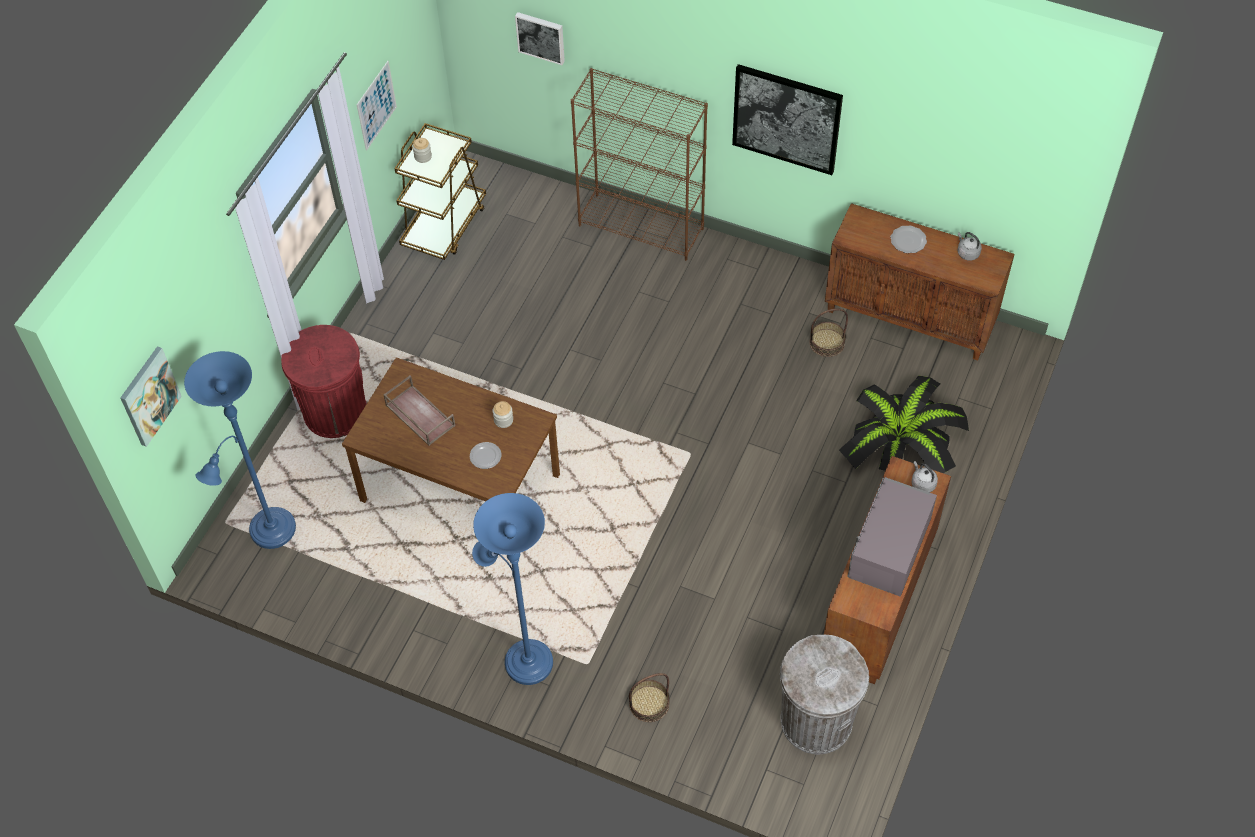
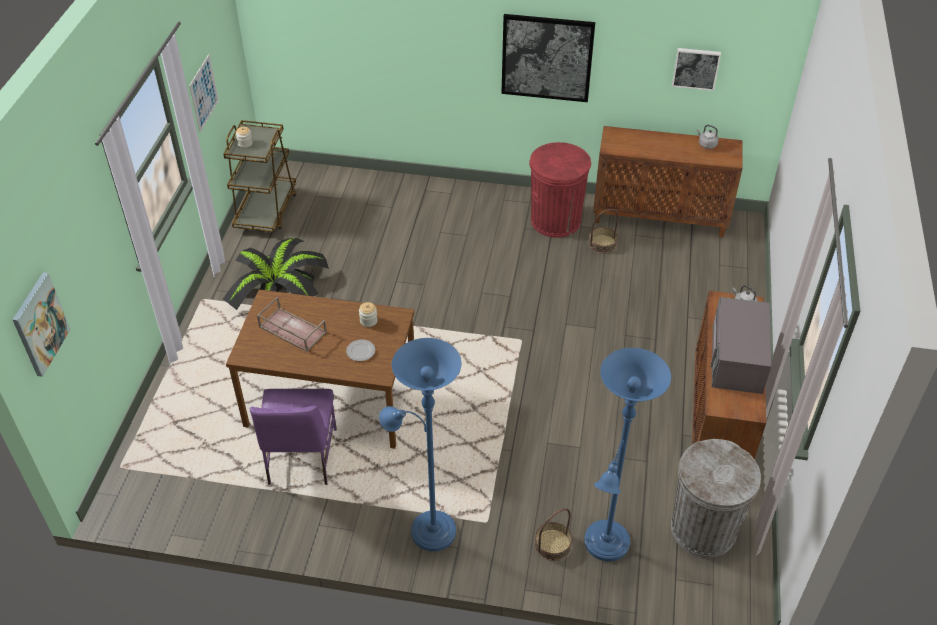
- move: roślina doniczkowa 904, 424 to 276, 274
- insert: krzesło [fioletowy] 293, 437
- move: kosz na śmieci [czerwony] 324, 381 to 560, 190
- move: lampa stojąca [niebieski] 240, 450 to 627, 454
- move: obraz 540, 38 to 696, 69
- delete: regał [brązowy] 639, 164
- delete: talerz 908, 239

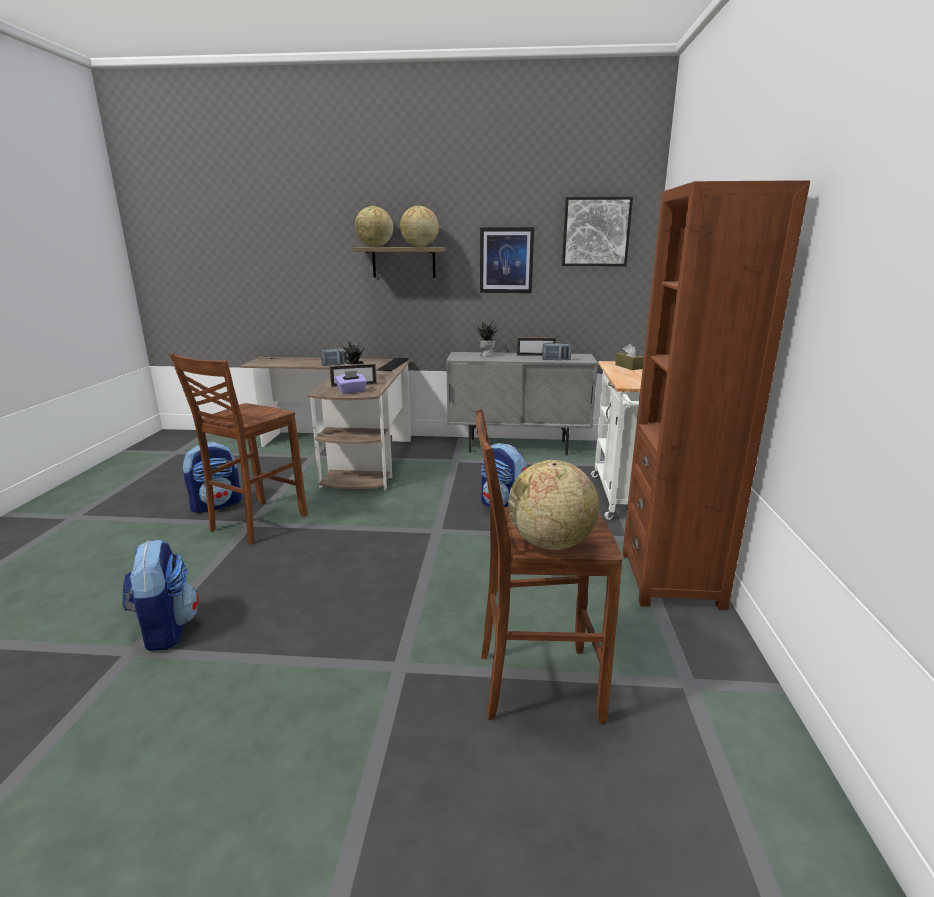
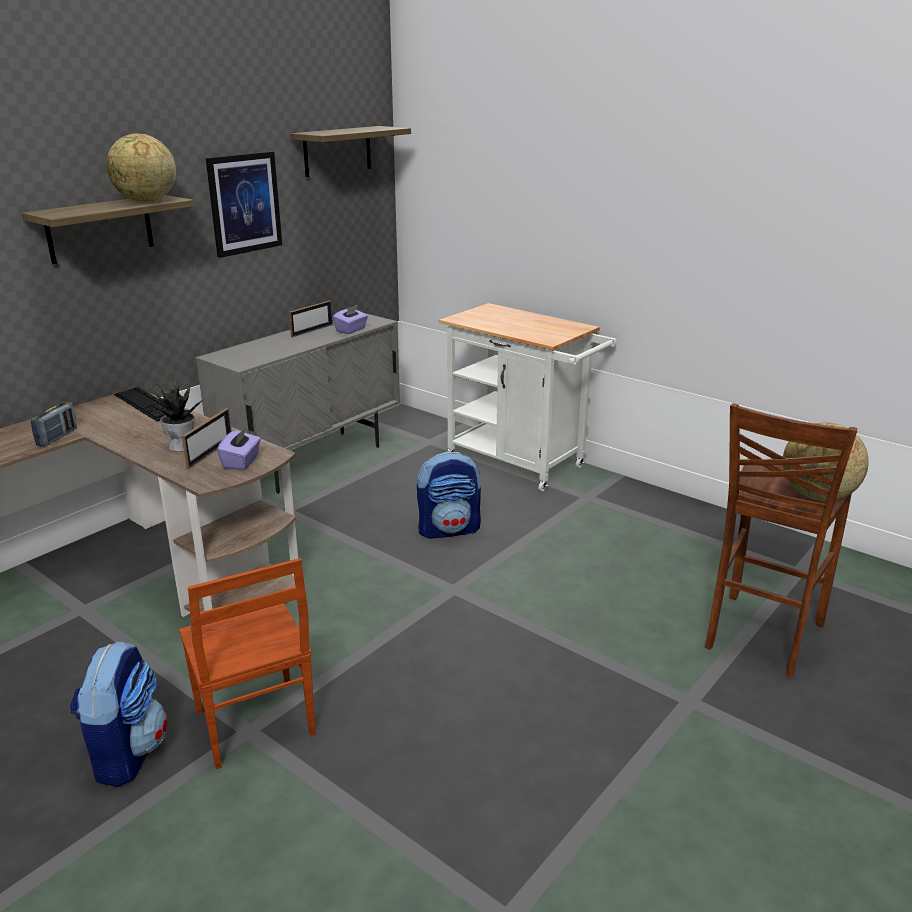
- replace: stołek [brązowy] 238, 448 to krzesło [brązowy] 247, 663
- replace: obraz 597, 231 to półka 350, 151
- replace: radio 557, 350 to pudełko chusteczek [fioletowy] 350, 319
- delete: plecak 160, 595
- delete: globus 374, 226
- delete: roślina doniczkowa 487, 338
- delete: pudełko chusteczek [brązowy] 629, 357
- delete: regał [brązowy] 716, 395

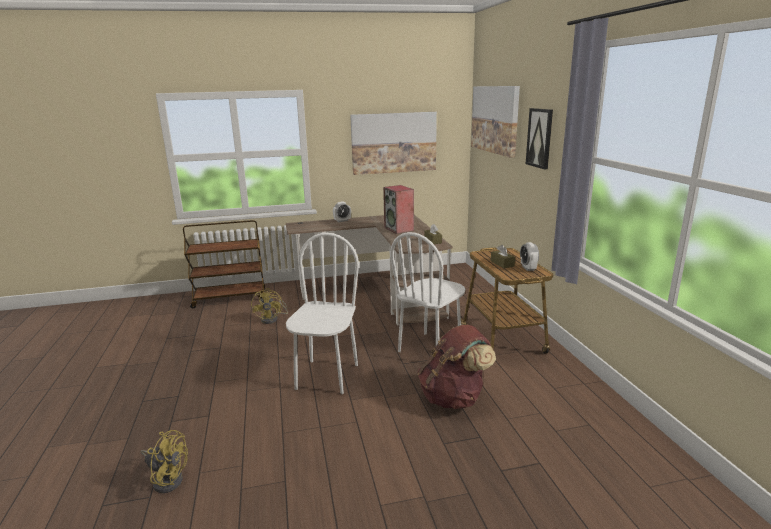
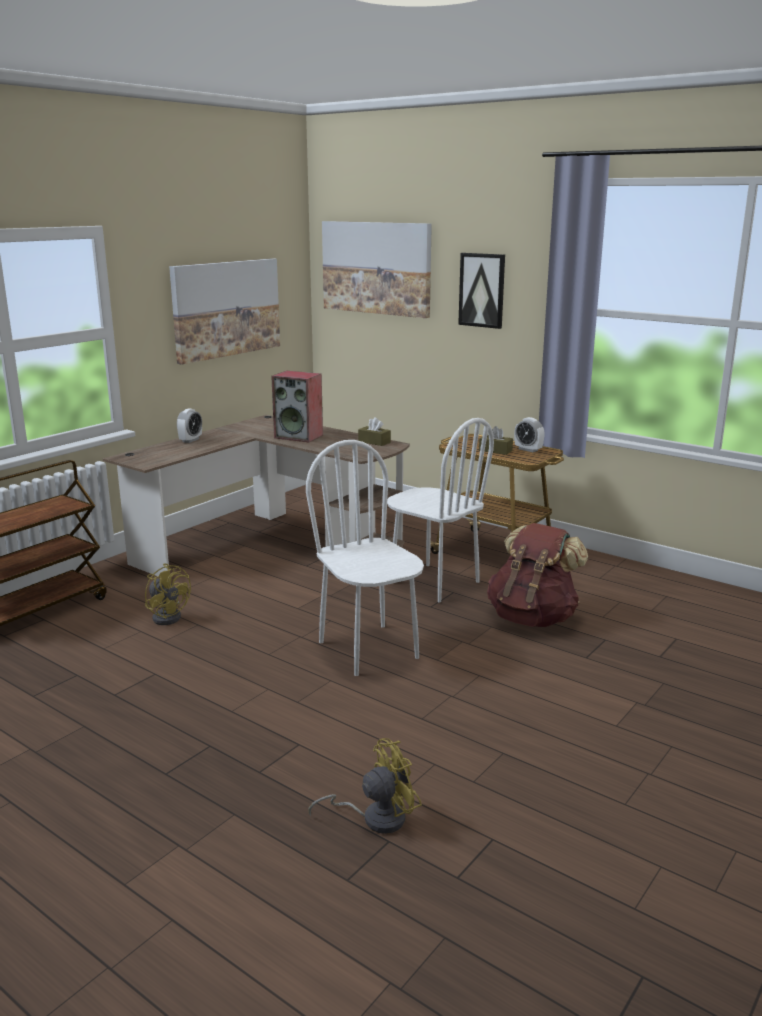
- rotate: krzesło [biały] 427, 292 = 440, 510 45 degrees counterclockwise

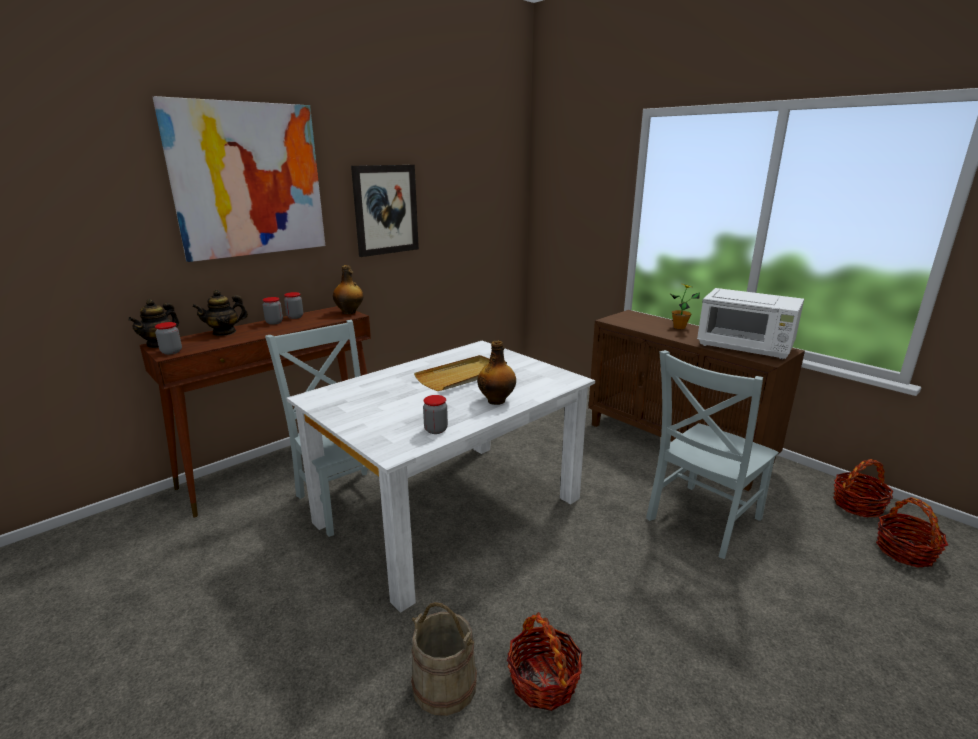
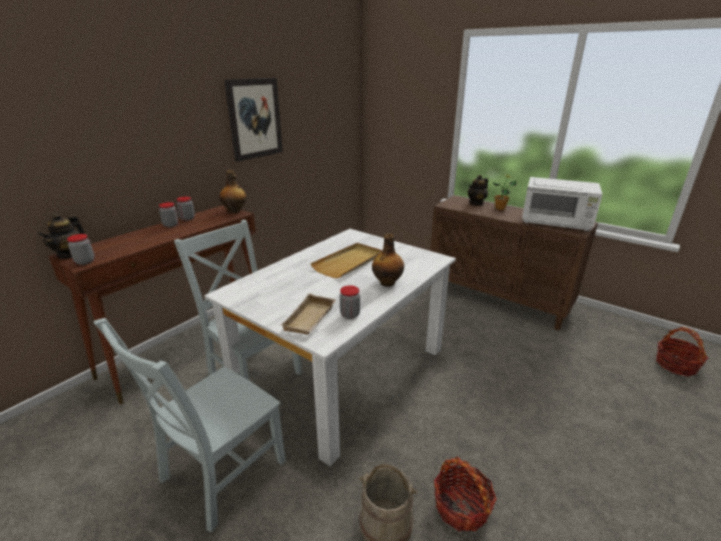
- move: krzesło [szary] 712, 454 to 190, 425
- insert: taca [beżowy] 308, 314
- move: imbryk 220, 313 to 477, 190
- delete: obraz 239, 179
- delete: koszyk 863, 488

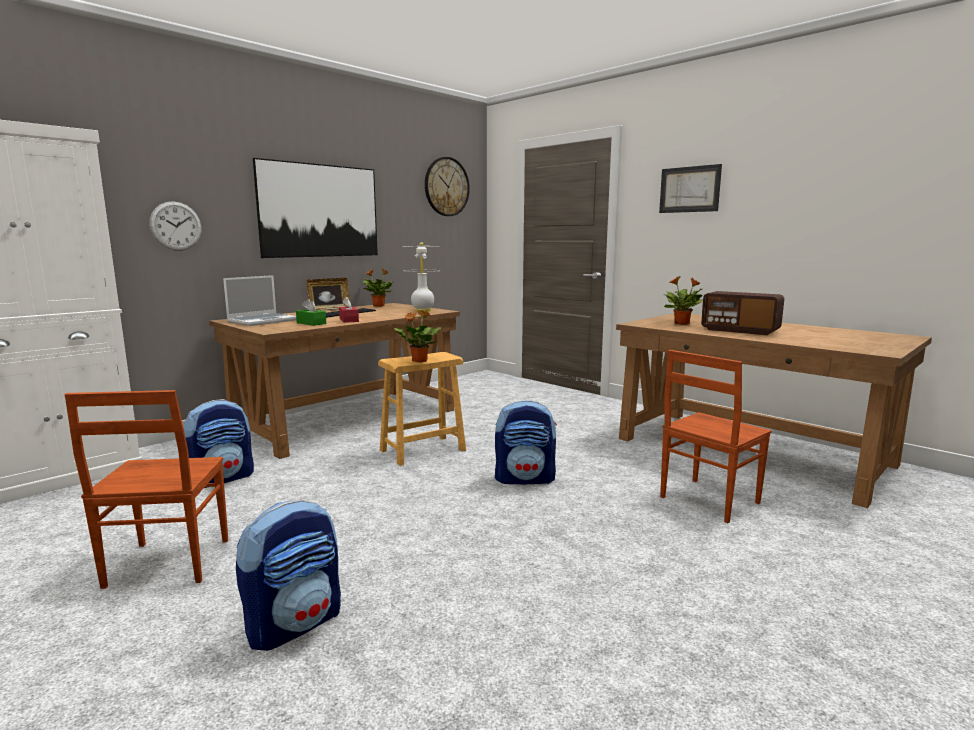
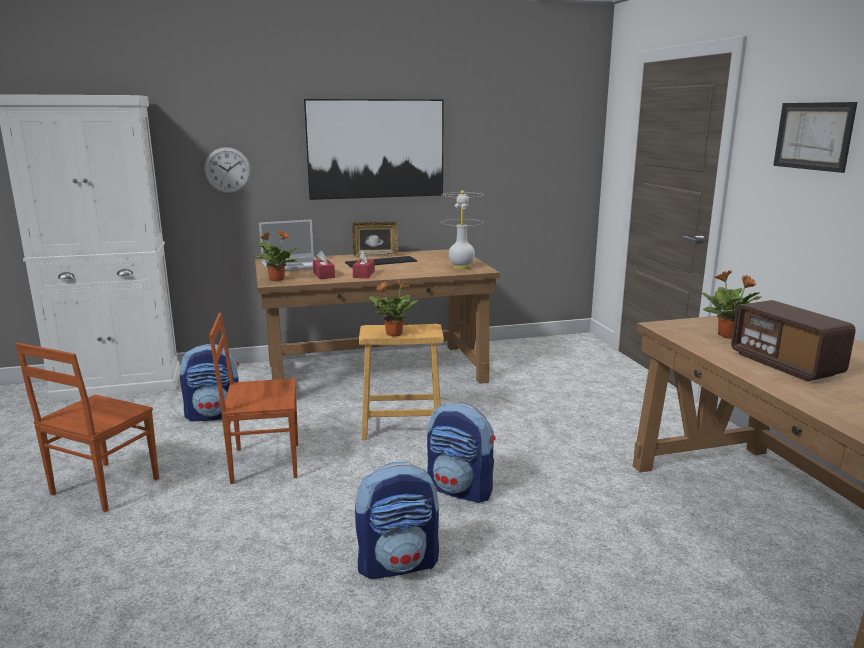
- move: krzesło [brązowy] 716, 436 to 253, 398
- move: roślina doniczkowa 378, 287 to 275, 256
- recolor: pudełko chusteczek [zielony] 311, 312 to pudełko chusteczek [czerwony] 324, 265
- move: plecak 288, 575 to 397, 520
- delete: zegar ścienny 447, 186

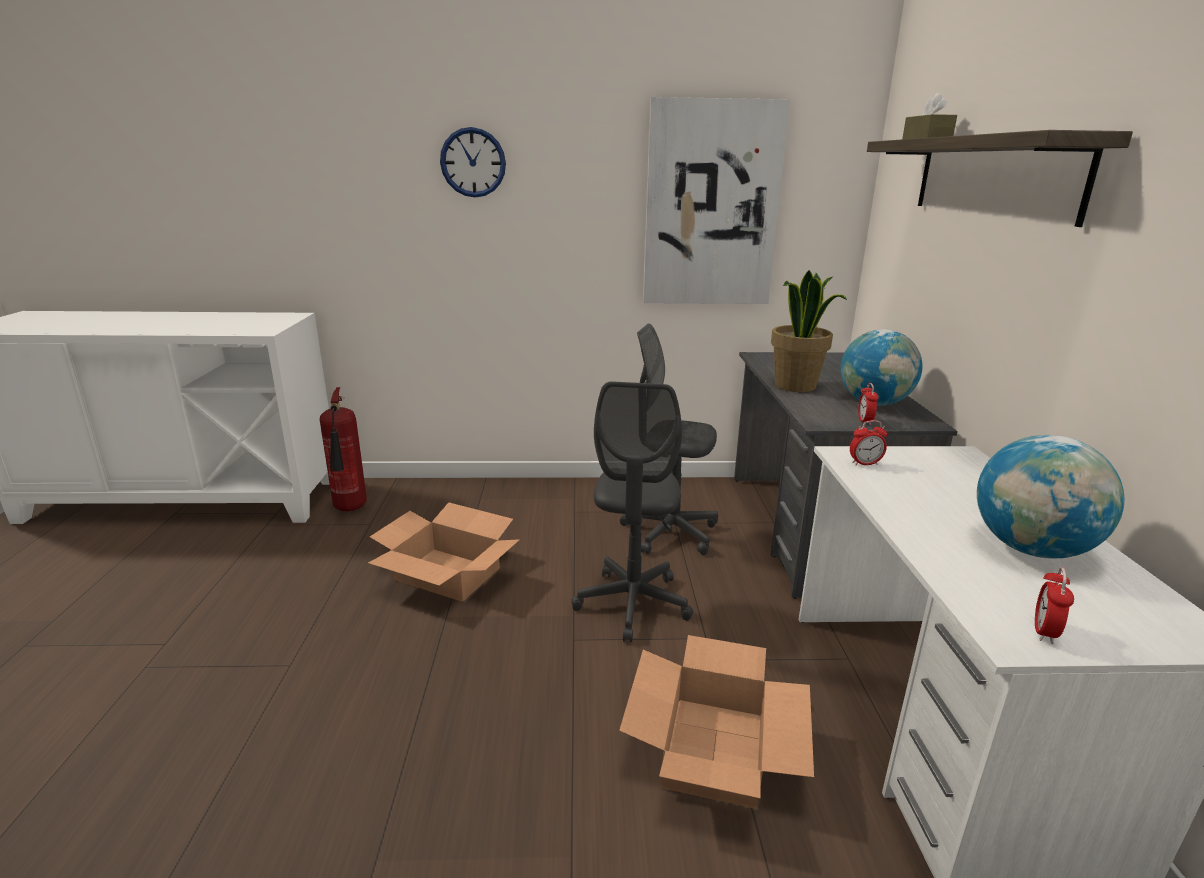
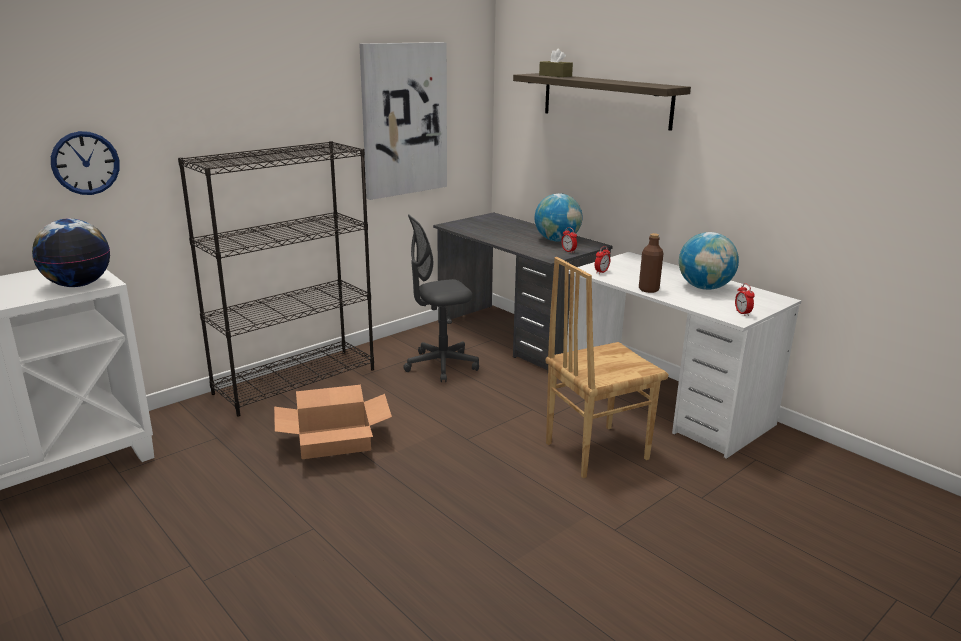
- insert: globus 71, 252
- move: zegar ścienny 473, 162 to 85, 163
- insert: regał [czarny] 276, 279
- replace: karton 716, 722 to krzesło [brązowy] 607, 367
- insert: butelka [brązowy] 651, 263
- delete: gaśnica 343, 449
- delete: krzesło biurowe [szary] 632, 512
- delete: roślina doniczkowa 809, 331

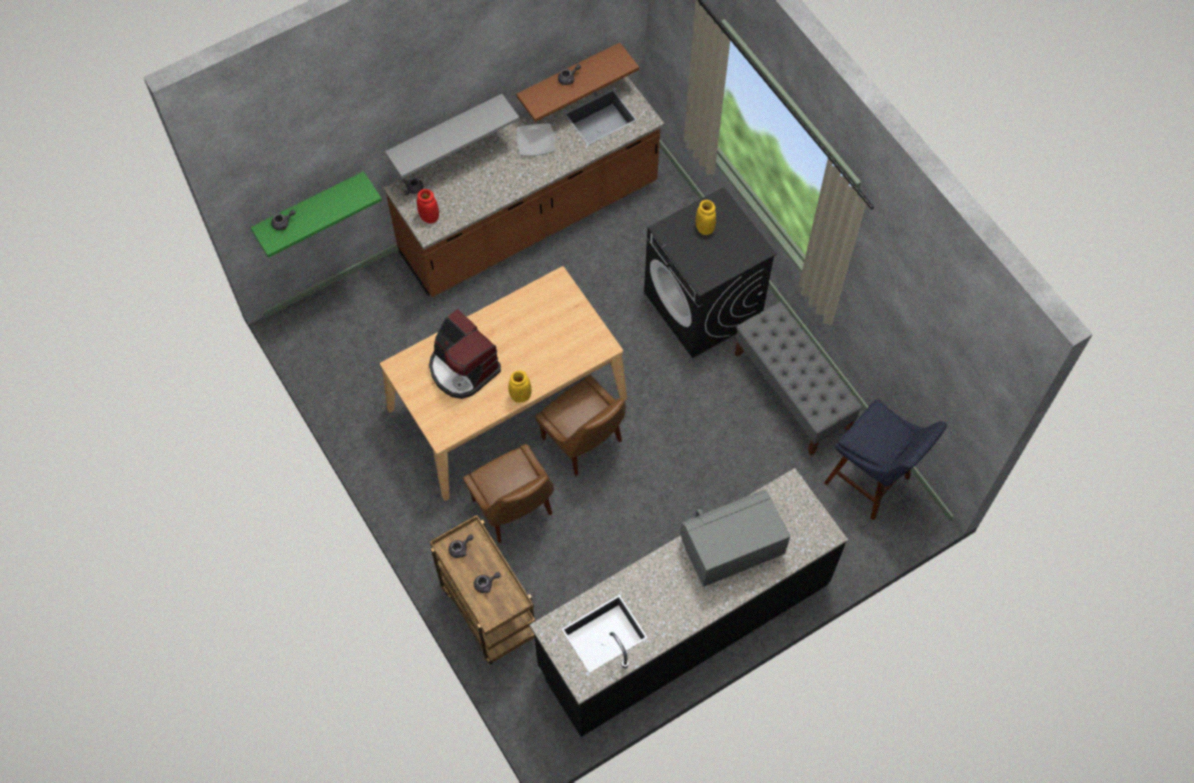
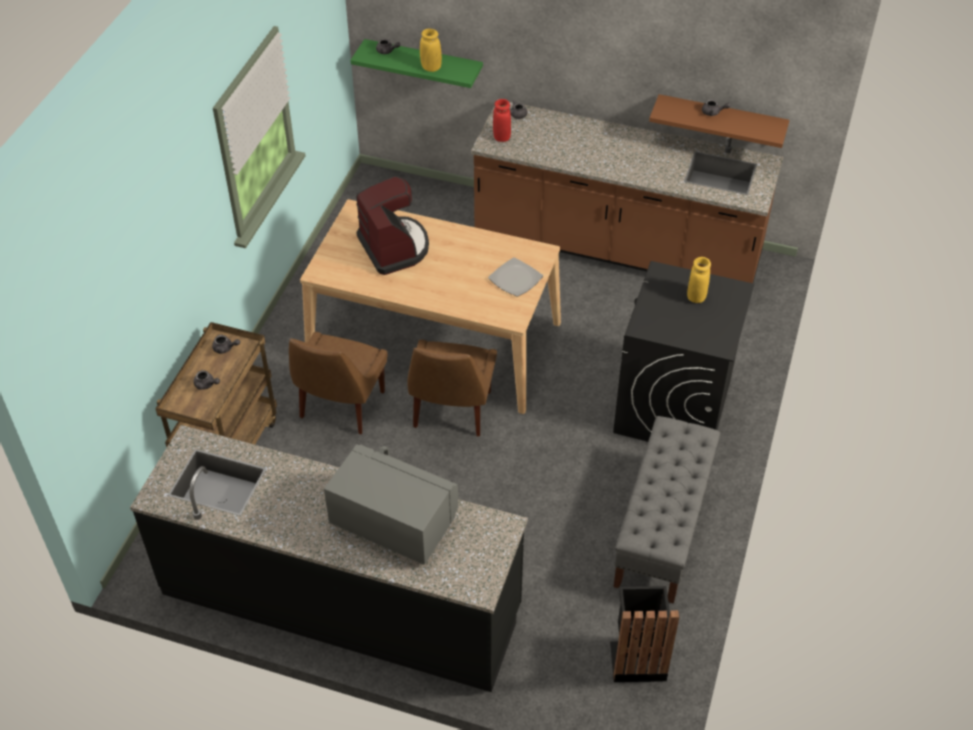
- rotate: ekspres do kawy 465, 354 = 392, 225 150 degrees clockwise
- move: wazon [żółty] 520, 386 to 431, 50
- move: talerz 535, 139 to 515, 277
- replace: stołek [niebieski] 885, 460 to kosz na śmieci [czarny] 644, 634
- delete: półka [szary] 452, 136

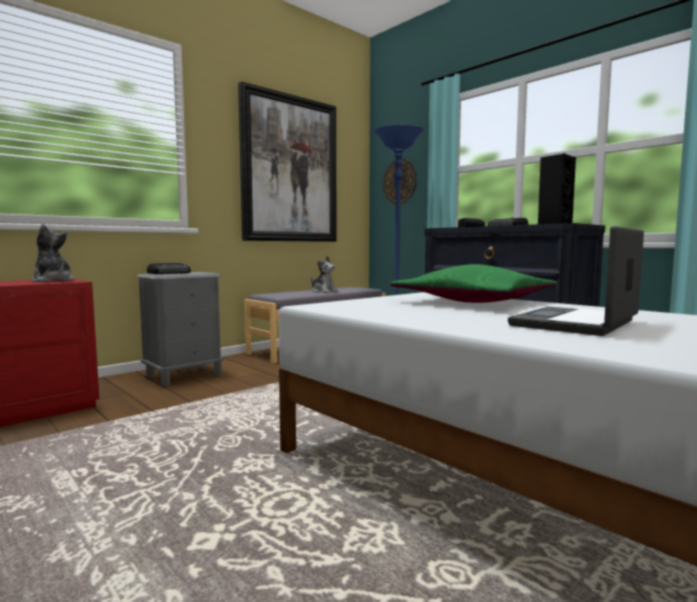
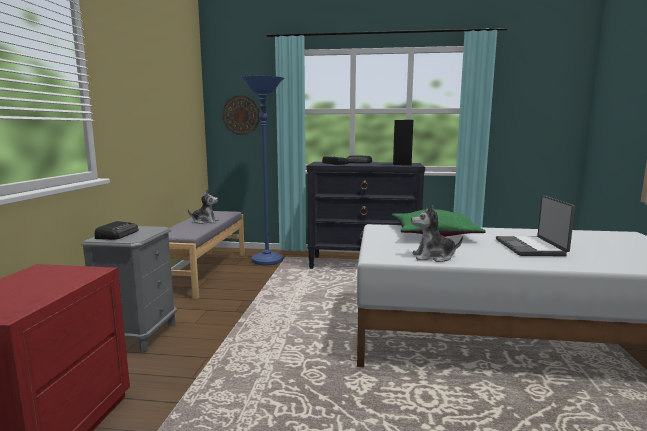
- move: pluszak 53, 253 to 437, 233
- delete: obraz 287, 161

